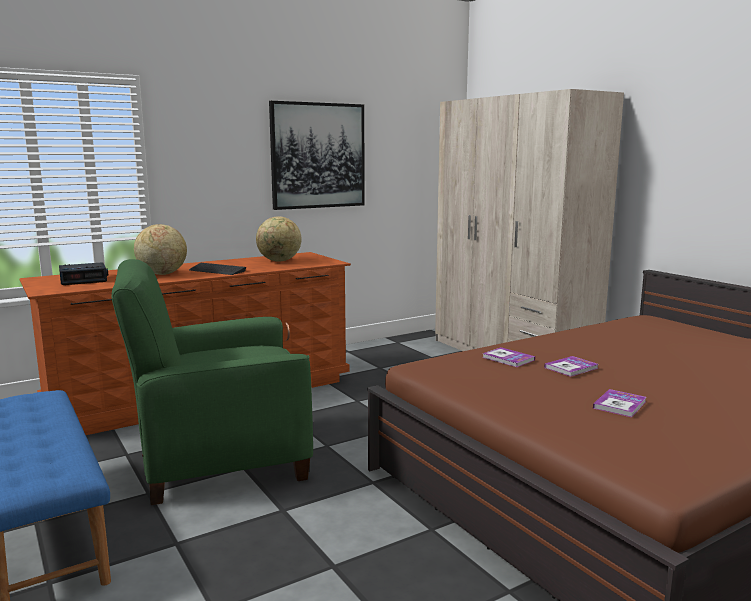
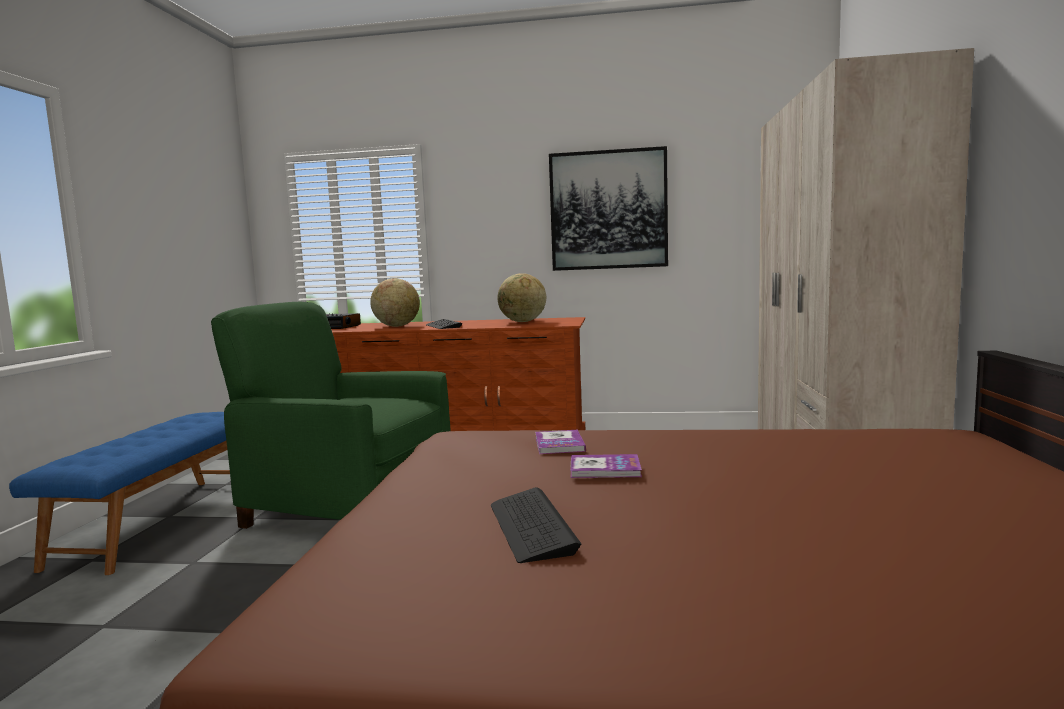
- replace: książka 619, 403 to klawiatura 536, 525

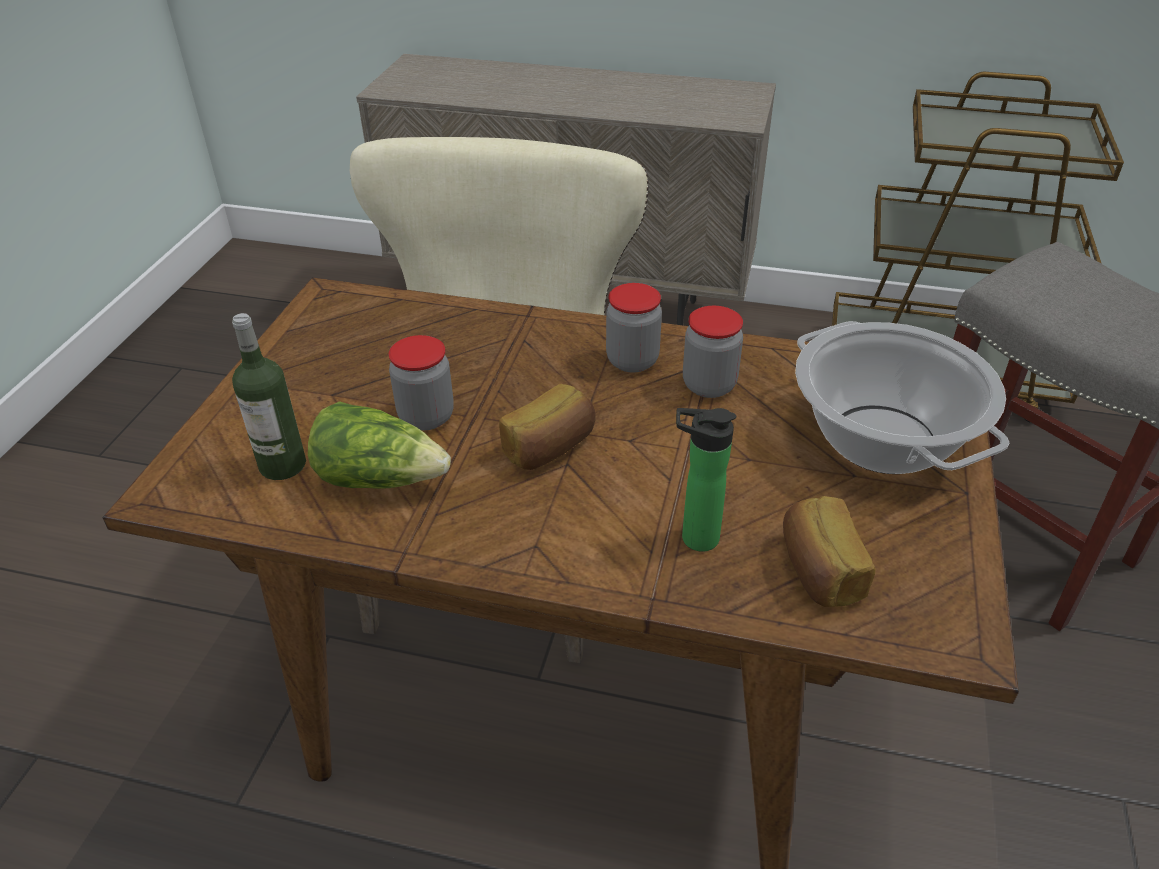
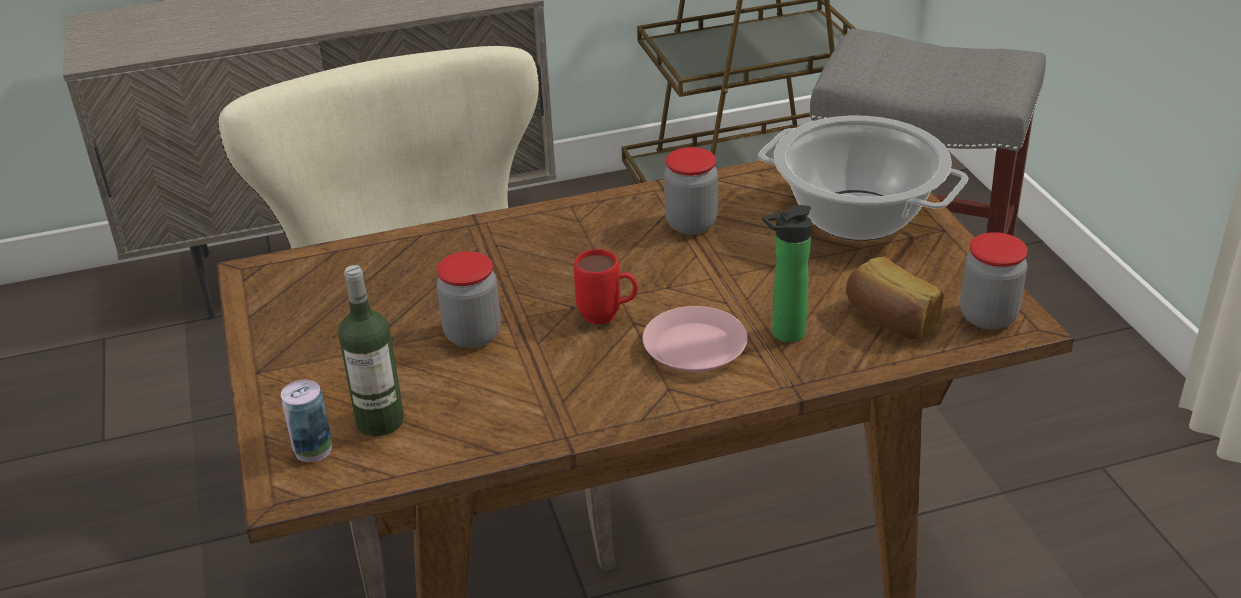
- insert: puszka 306, 421
- replace: chleb 547, 427 to kubek [czerwony] 606, 287
- insert: talerz [różowy] 695, 339
- move: słoik 634, 328 to 994, 281
- delete: sałata 379, 445

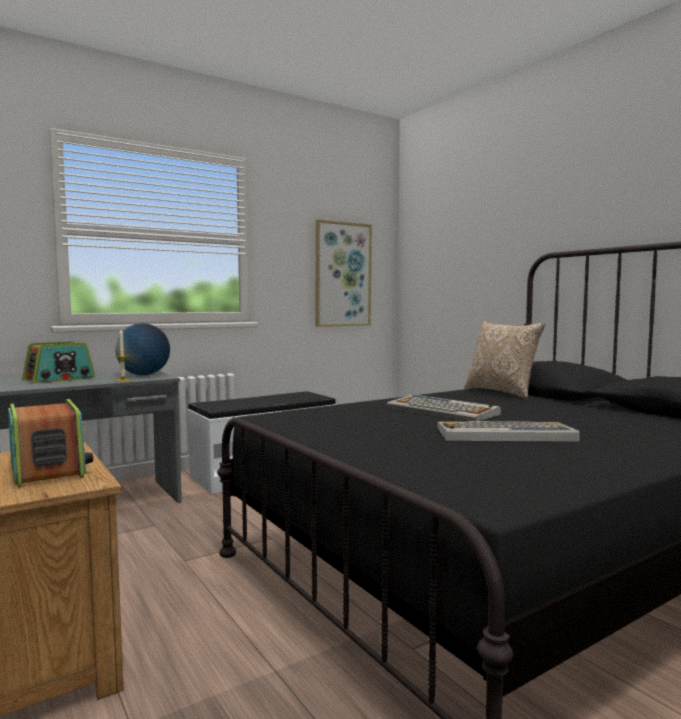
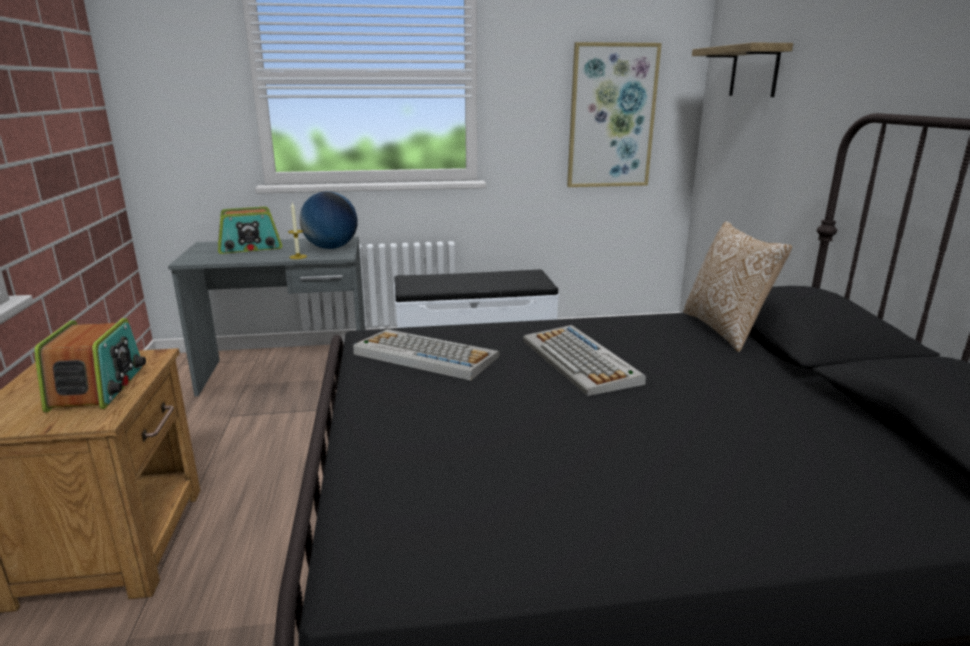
- move: klawiatura 508, 431 to 426, 355
- insert: półka 742, 69

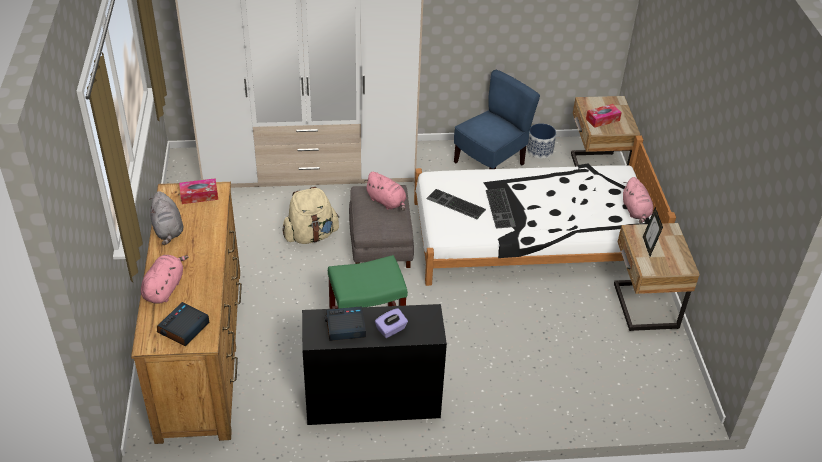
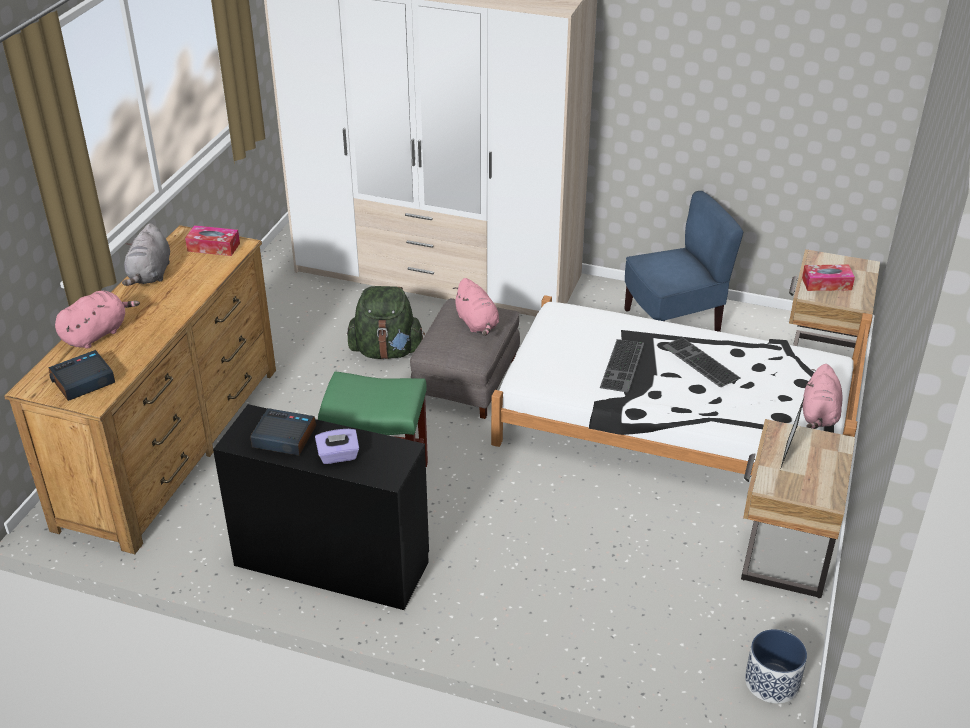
- recolor: plecak [beżowy] 311, 215 to plecak [zielony] 386, 323
- move: klawiatura 456, 204 to 701, 362
- move: donica 541, 141 to 776, 666

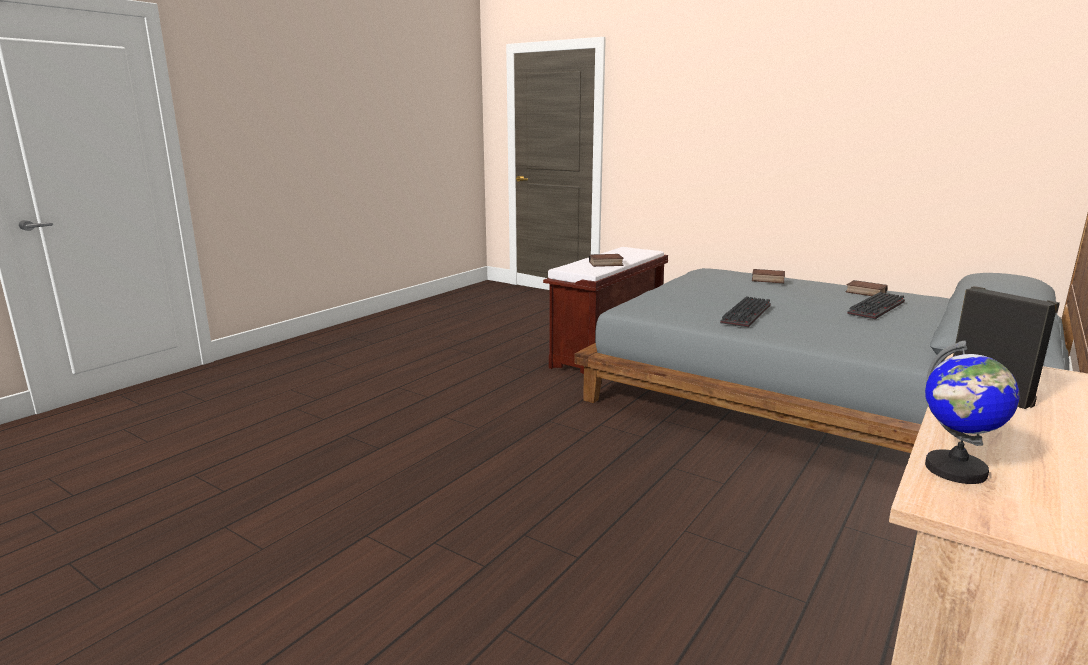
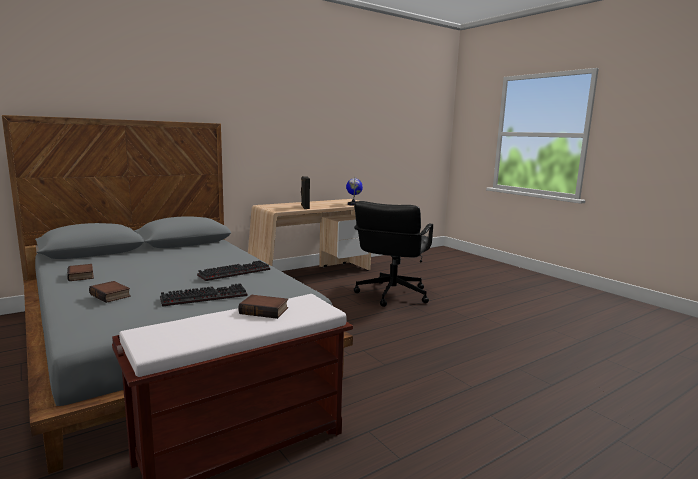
- move: klawiatura 876, 305 to 203, 295
- insert: krzesło biurowe [czarny] 393, 254

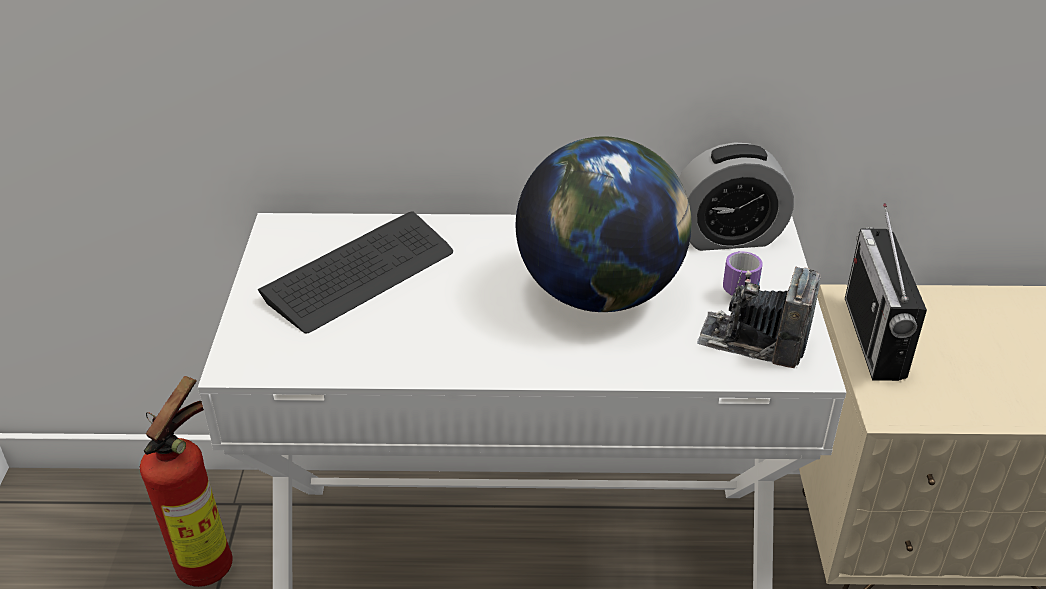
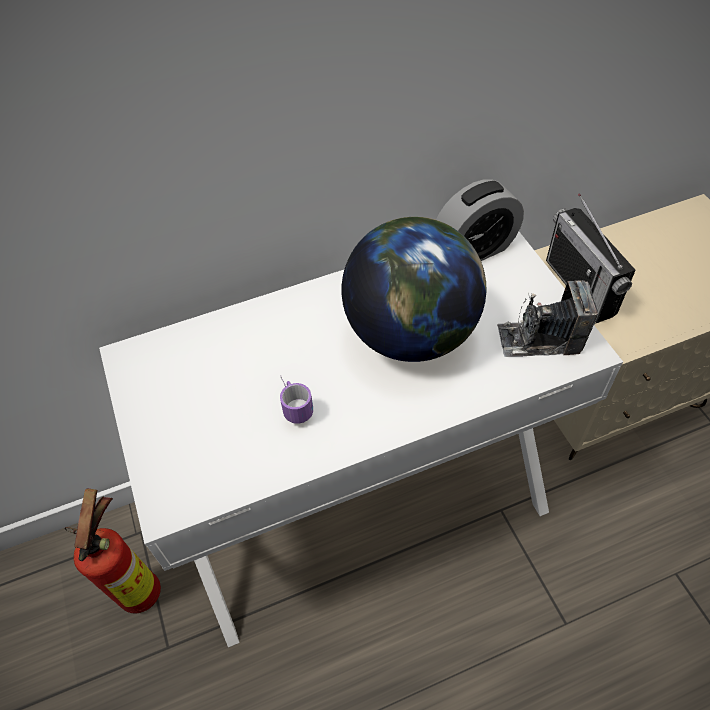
- move: kubek 743, 273 to 296, 399
- delete: klawiatura 355, 272

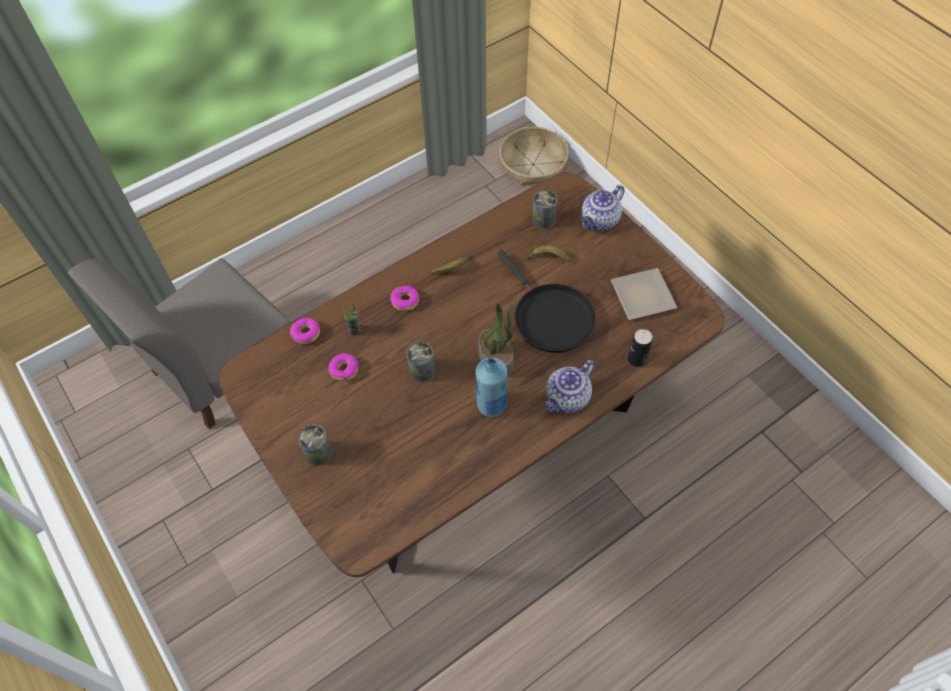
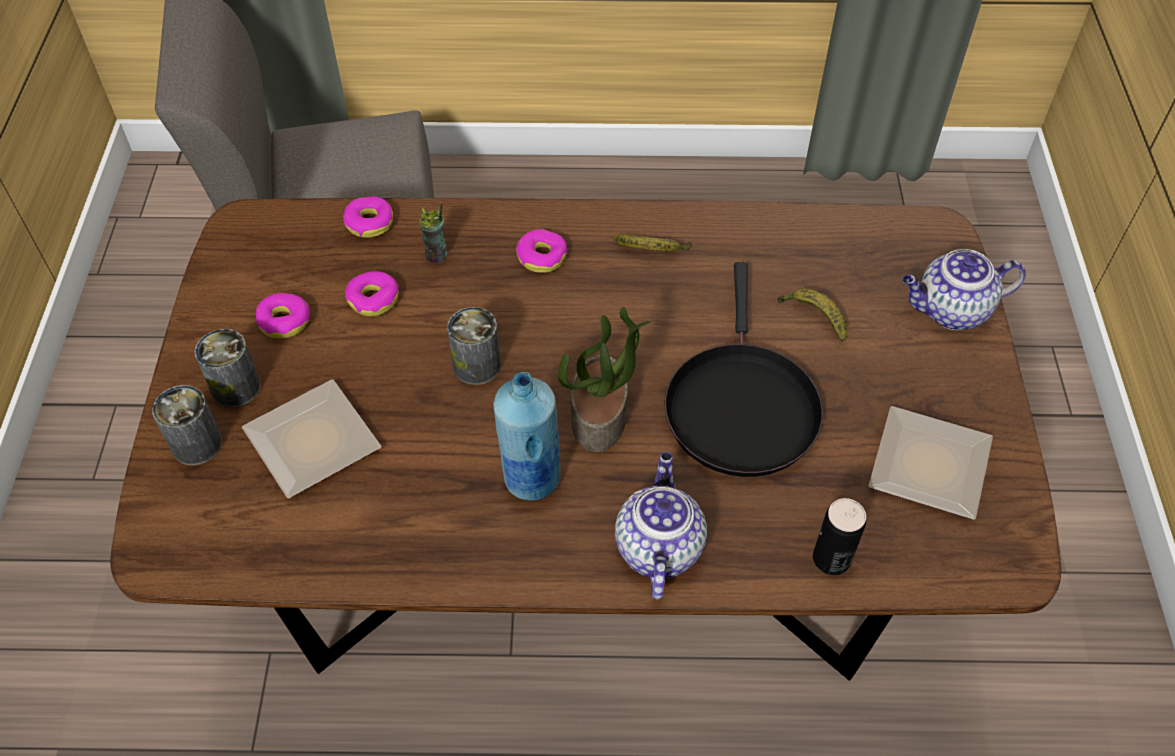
- move: puszka 544, 209 to 187, 425
- insert: talerz 311, 438
- insert: donut 283, 316
- rotate: imbryk 569, 386 = 661, 526 105 degrees clockwise
- delete: koszyk 534, 156

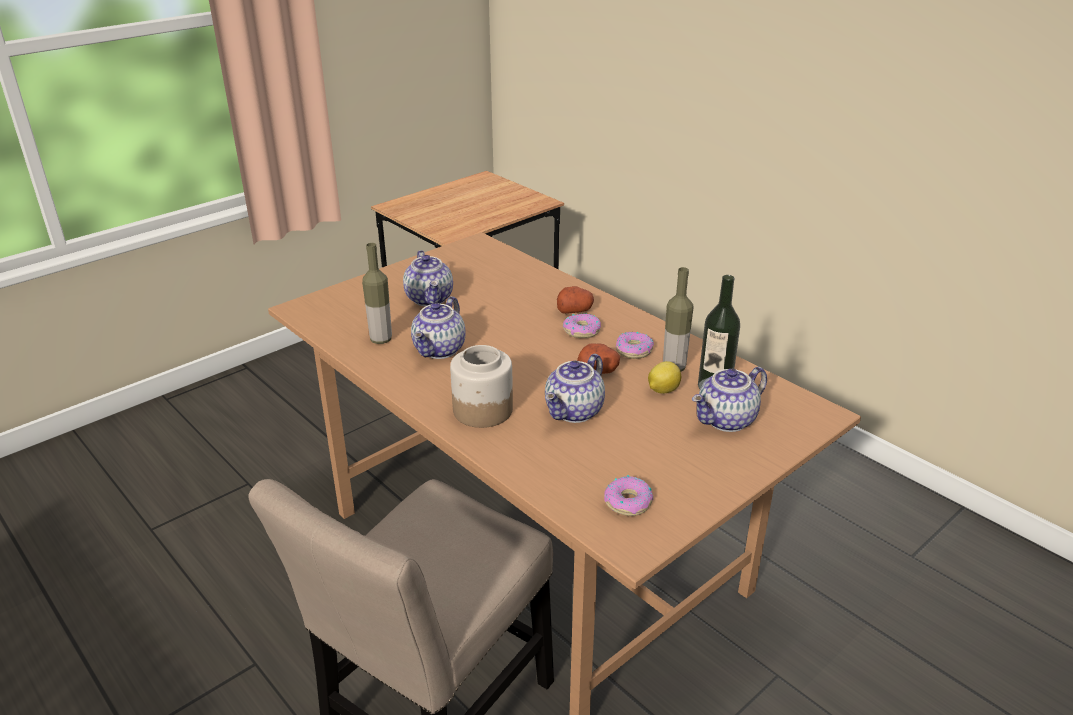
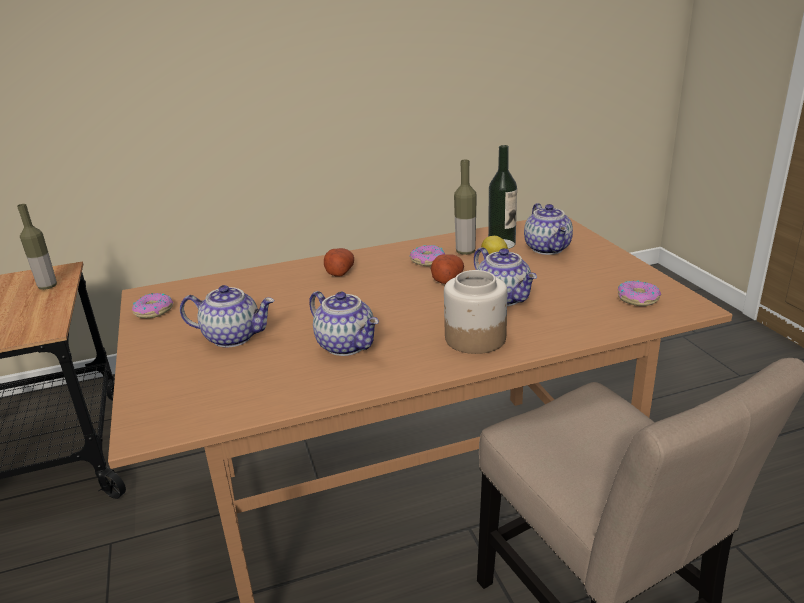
- move: butelka 377, 293 to 37, 247
- move: donut 582, 326 to 152, 305

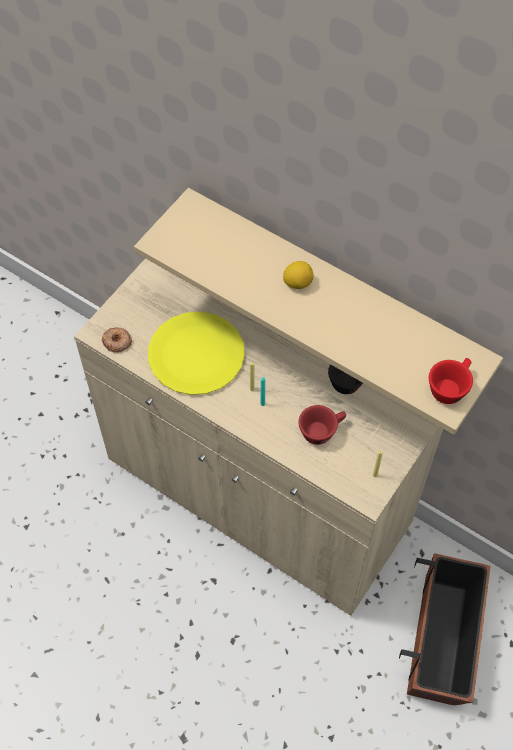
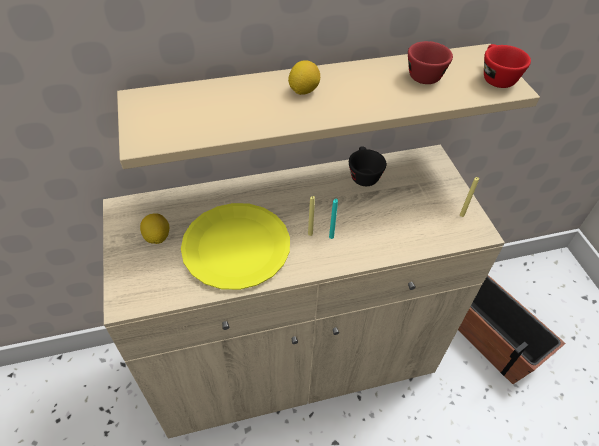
- insert: cytryna 154, 228
- move: filiżanka [czerwony] 322, 425 to 430, 62
- delete: donut 117, 340

